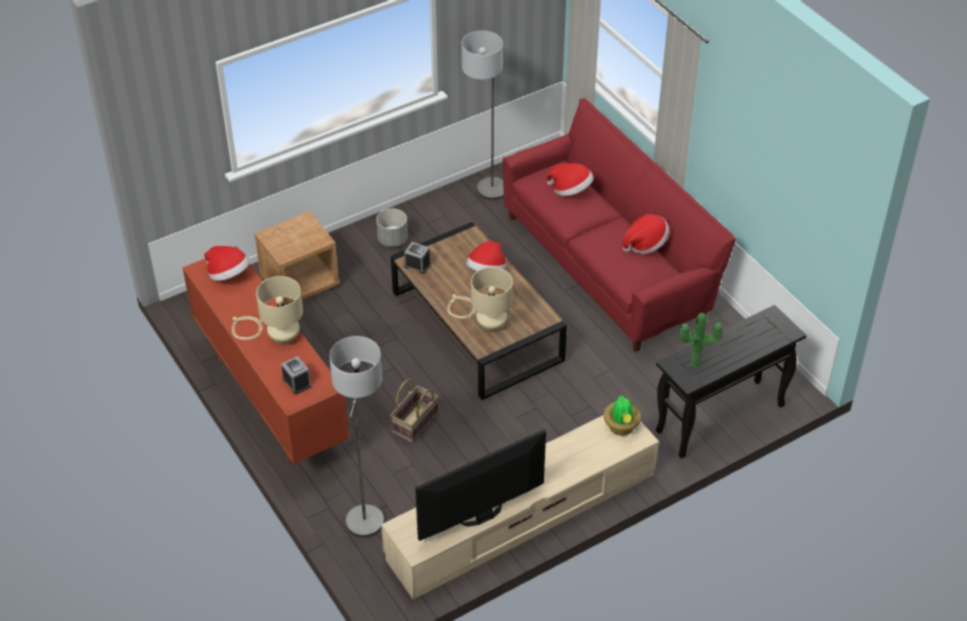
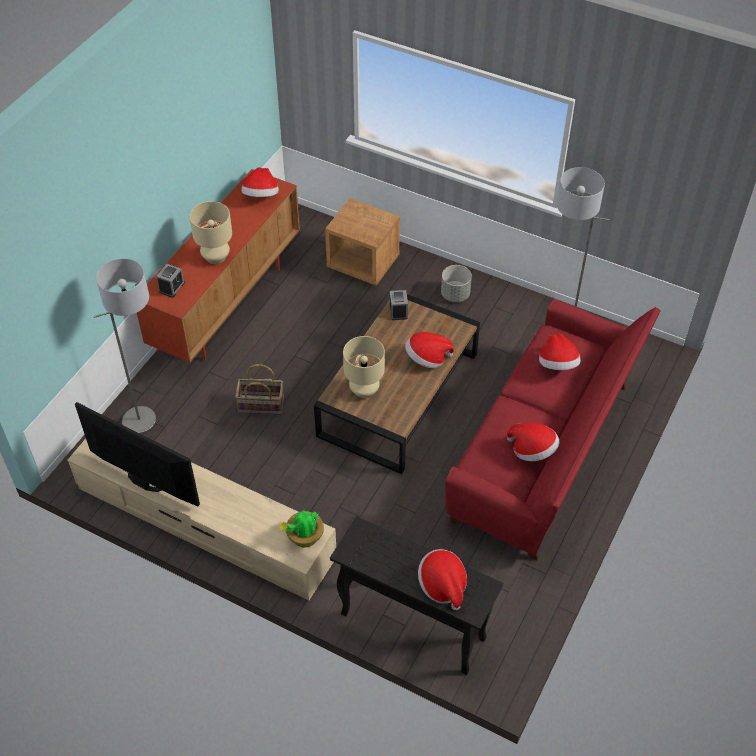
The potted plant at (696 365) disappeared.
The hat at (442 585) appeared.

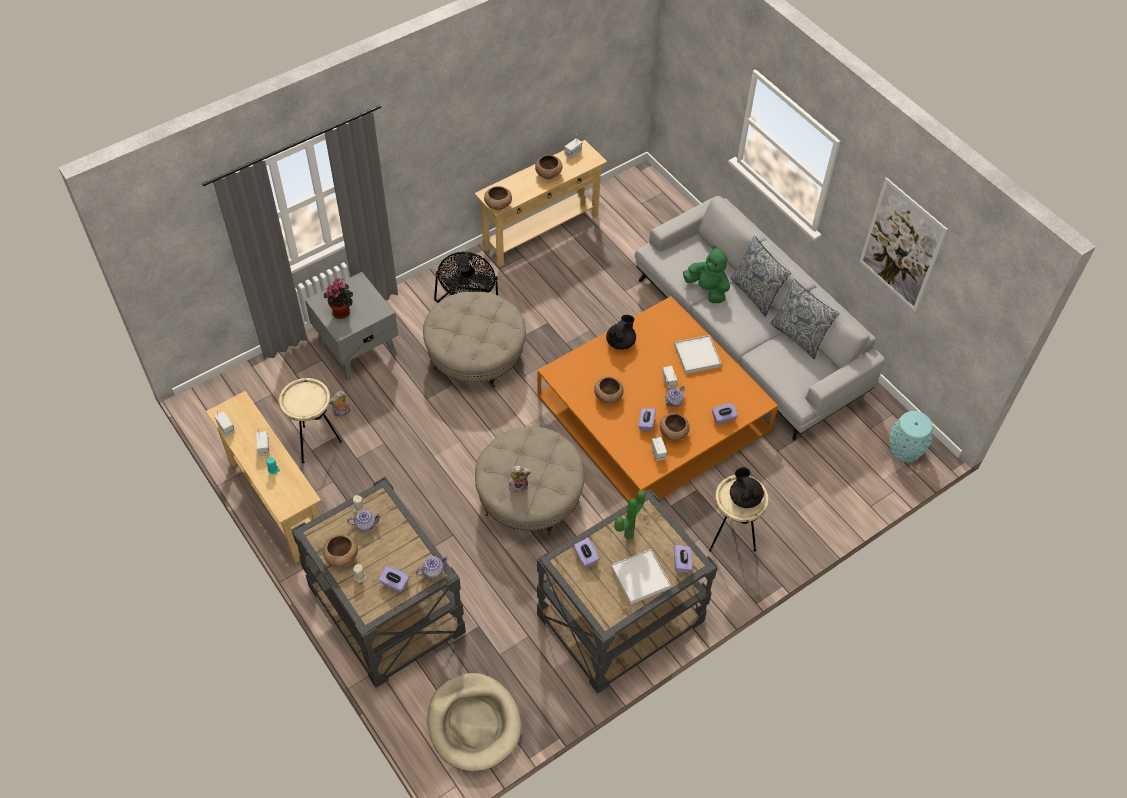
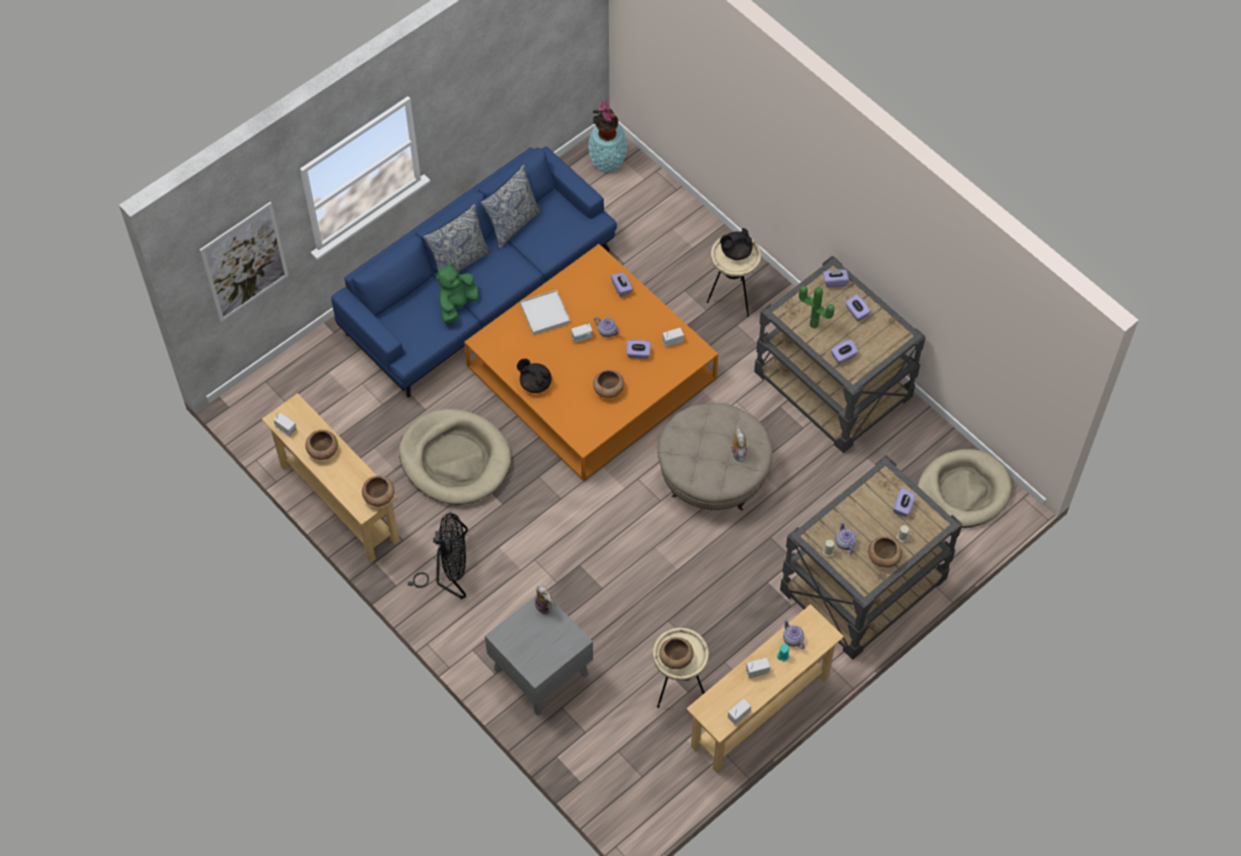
The picture moved from (901 245) to (244 262).
The sofa in grey at (748 336) became the sofa in blue at (479 291).
The potted plant moved from (342 311) to (605 133).
The ottoman in beige at (476 355) disappeared.
The plush toy moved from (341 413) to (545 606).
The bowl in brown moved from (673 432) to (675 658).
The tray in white at (640 578) was replaced by the tissue box in purple at (856 312).
The teapot moved from (432 571) to (793 639).
The dog bed in beige at (455 459) appeared.

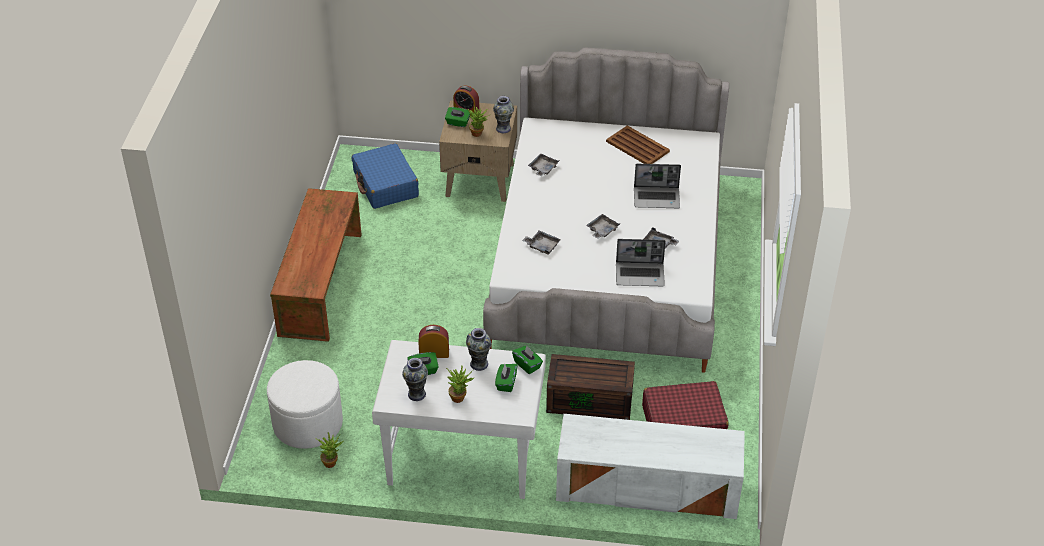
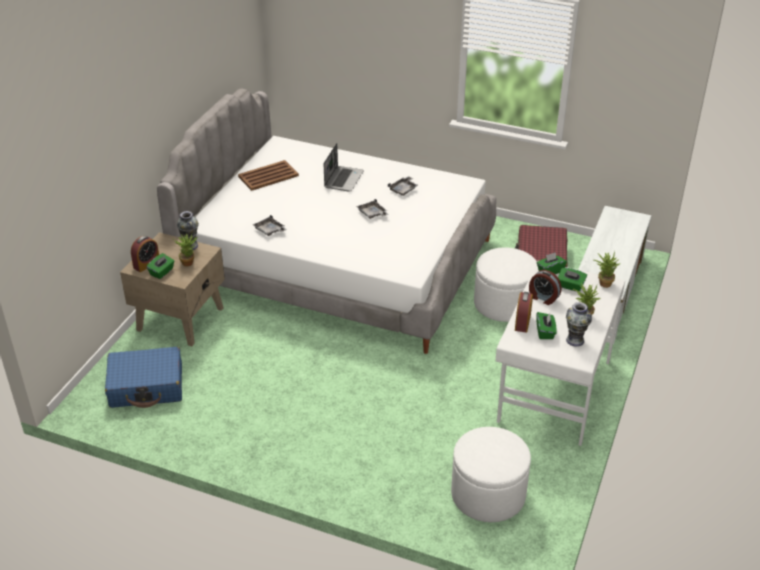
The bench in brown at (319 282) disappeared.
The tray in grey at (542 246) disappeared.
The laptop at (640 275) disappeared.
The vase at (479 364) was replaced by the alarm clock at (543 298).
The storage box in brown at (591 400) was replaced by the ottoman in white at (504 304).
The potted plant moved from (332 461) to (603 282).

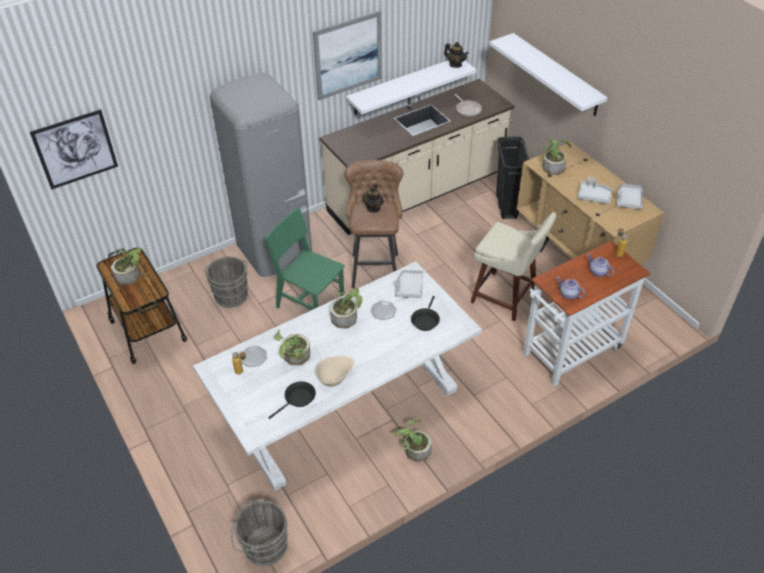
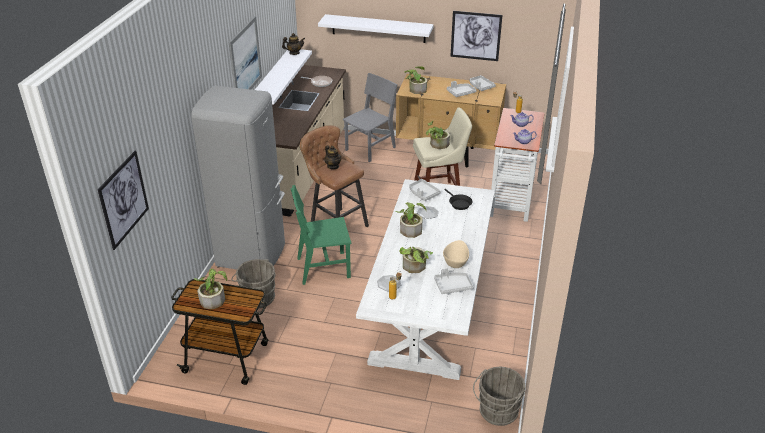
The trash can in black at (506 206) was replaced by the chair in grey at (370 149).
The frying pan in black at (298 399) was replaced by the tray in grey at (453 286).
The potted plant moved from (414 449) to (437 145).
The picture at (475 36) appeared.

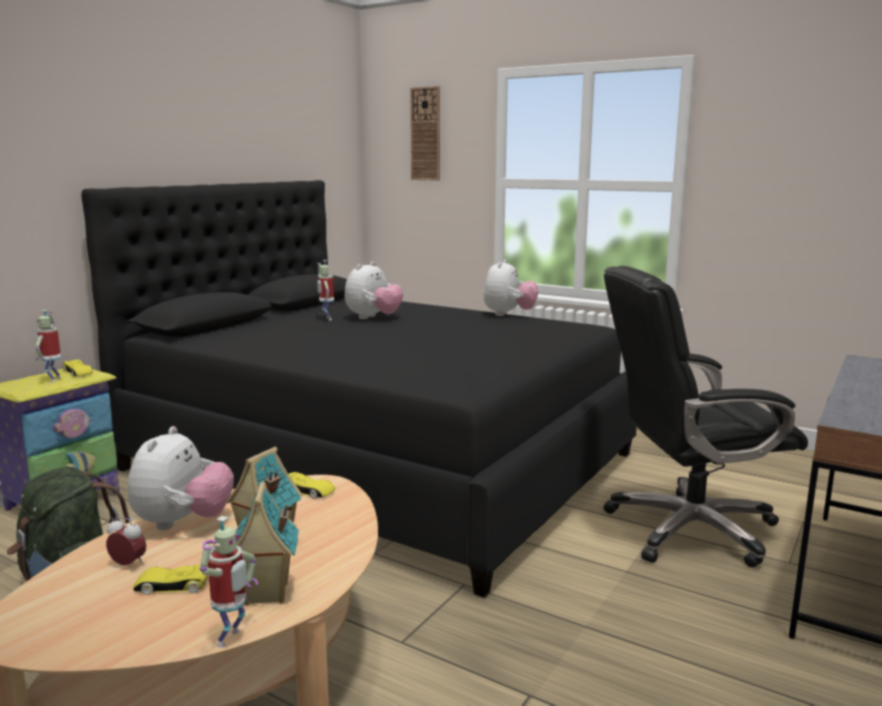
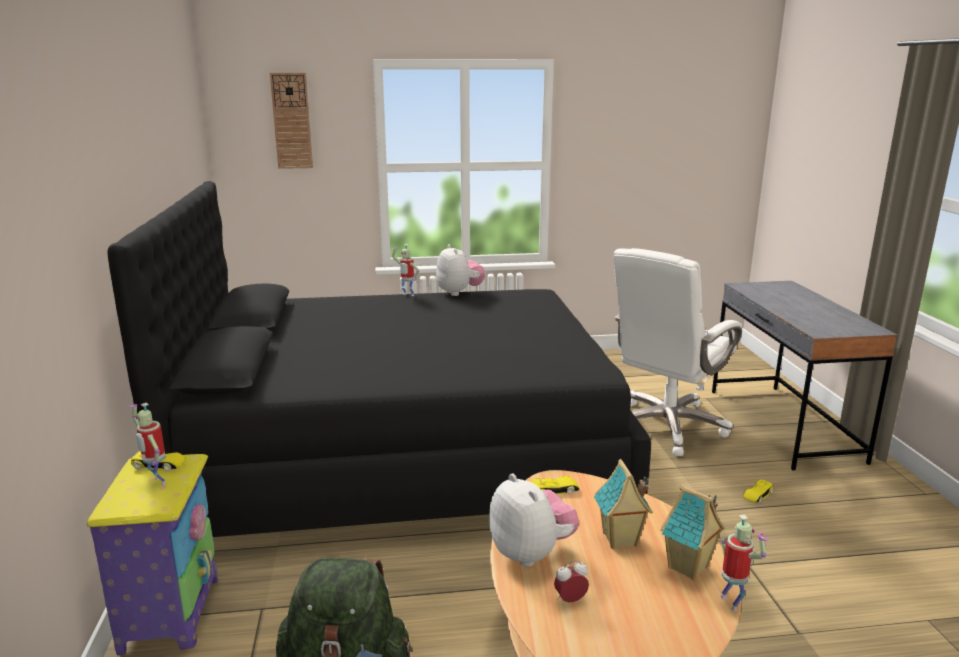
The toy robot moved from (326 319) to (407 295).
The plush toy at (373 318) disappeared.
The office chair in black at (689 529) became the office chair in white at (666 426).
The toy car in yellow moved from (172 585) to (757 494).

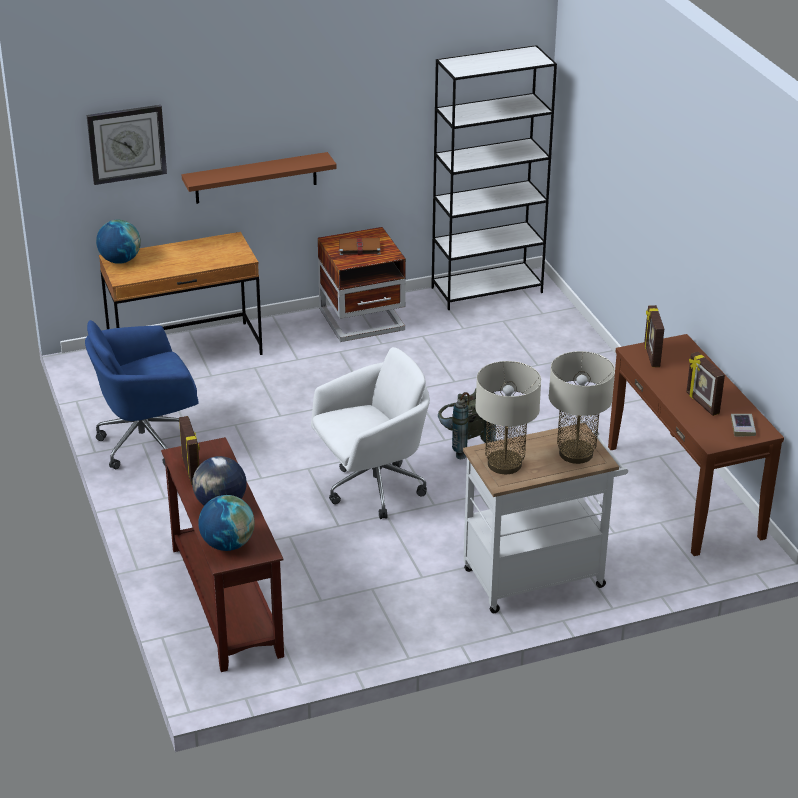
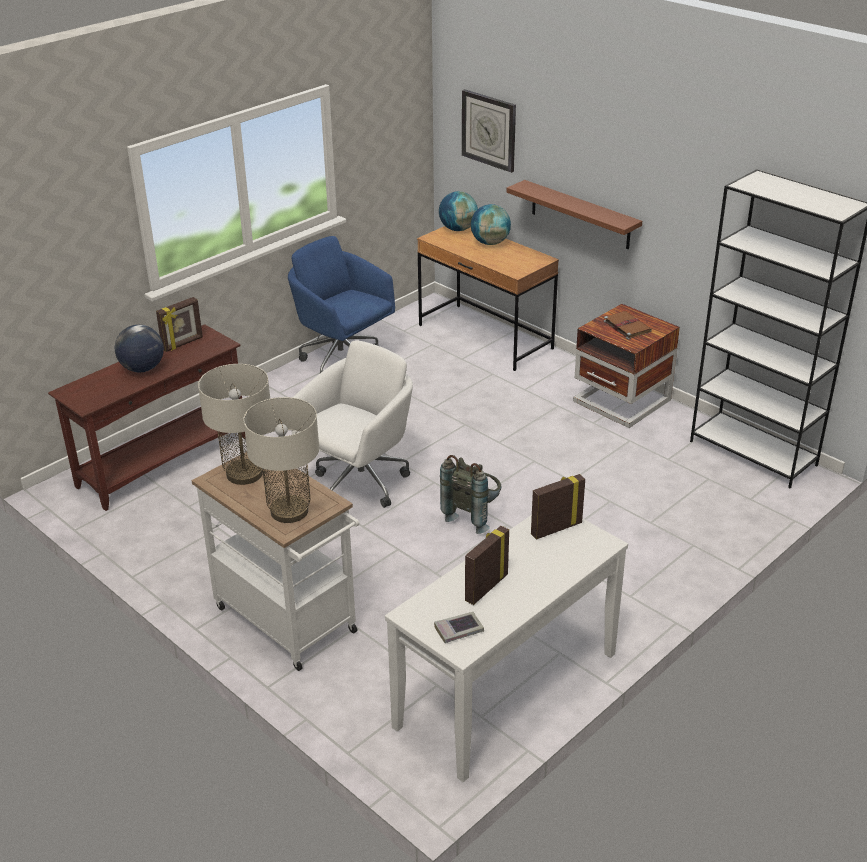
The console table in brown at (685 491) became the console table in white at (507 690).
The office chair in white at (371 491) turned 90 degrees counterclockwise.
The globe moved from (227 544) to (490 243).

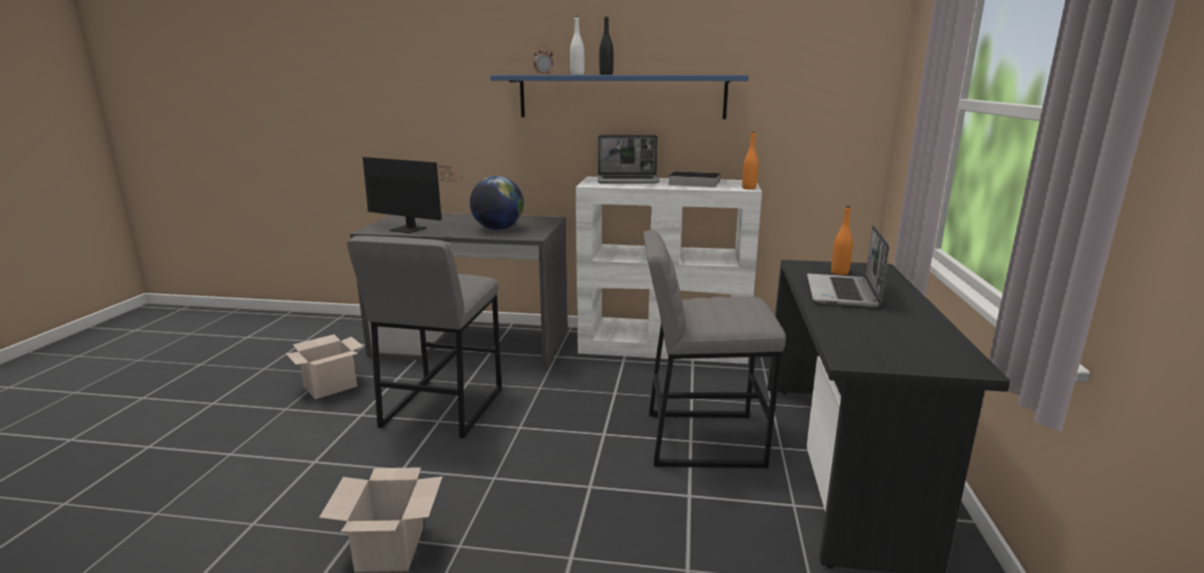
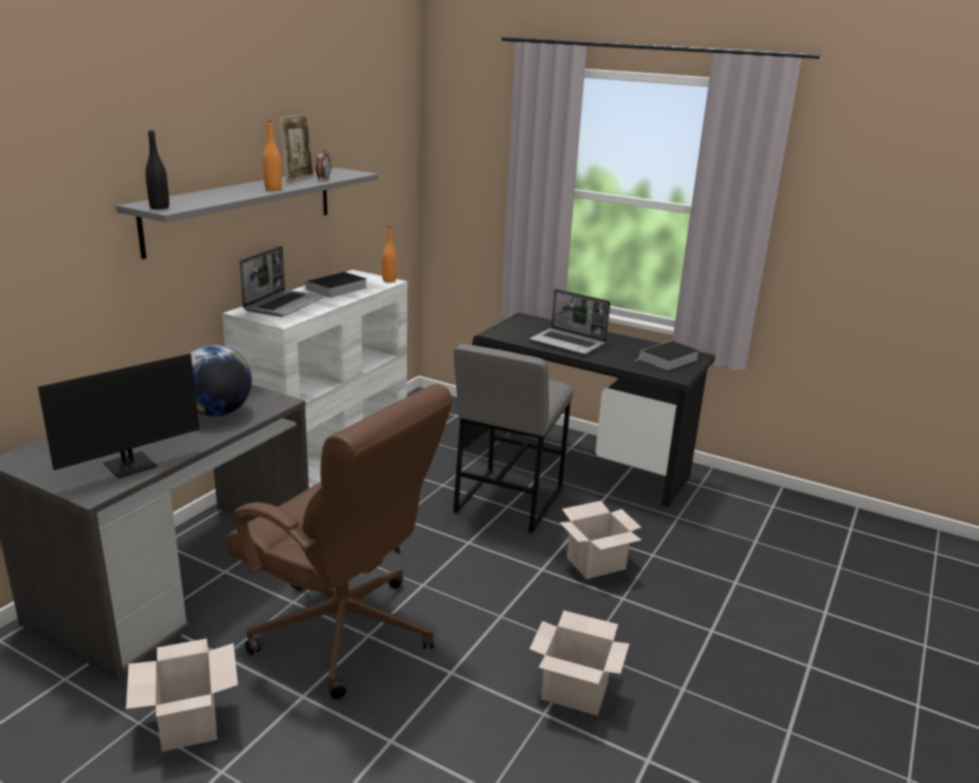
The bottle in white at (577 74) disappeared.
The bottle in black moved from (606 74) to (159 207).
The alarm clock moved from (543 74) to (323 179).
The shelf in blue at (621 96) became the shelf in grey at (243 209).
The bottle in orange moved from (839 273) to (273 189).
The stool in grey at (441 409) was replaced by the office chair in brown at (343 629).
The picture frame at (299 178) appeared.
The book at (668 359) appeared.
The cardboard box at (595 564) appeared.

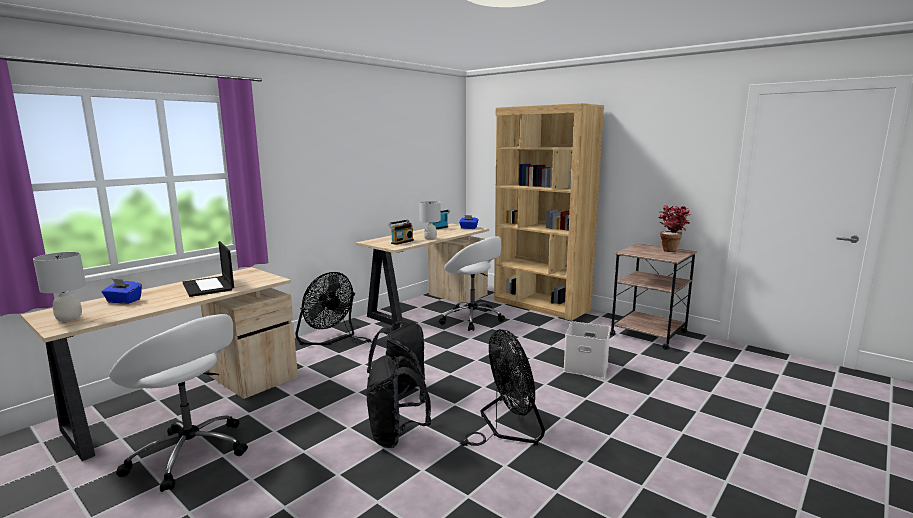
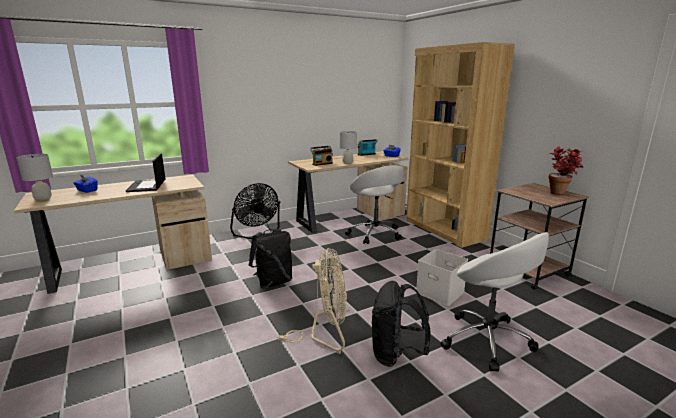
The office chair in white moved from (191 454) to (488 341).
The fan in black at (502 425) became the fan in beige at (324 329).
The backpack in black moved from (396 436) to (396 355).

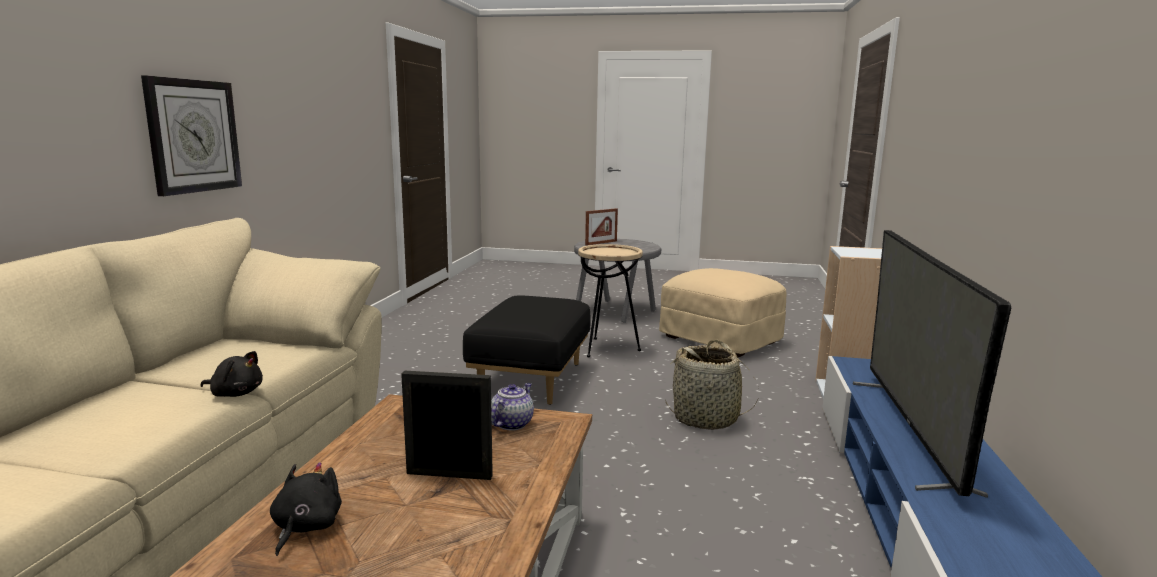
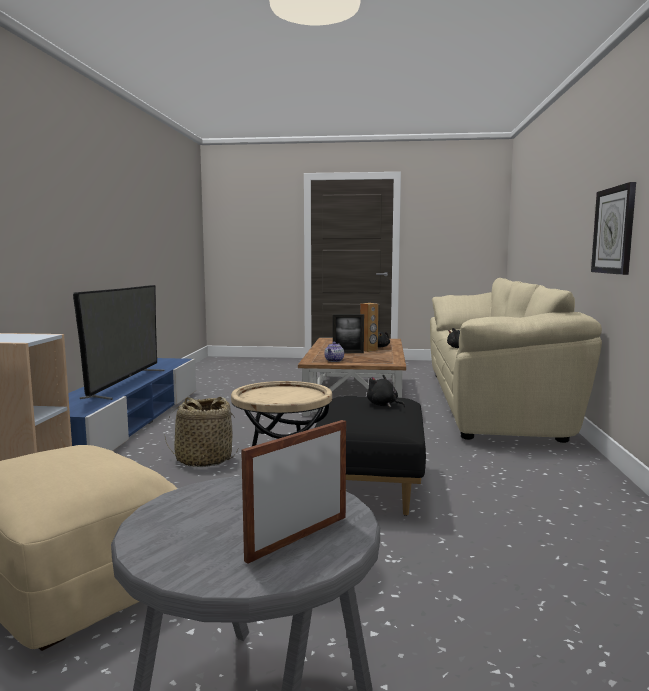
The speaker in brown at (368 350) appeared.
The plush toy in black at (383 405) appeared.

